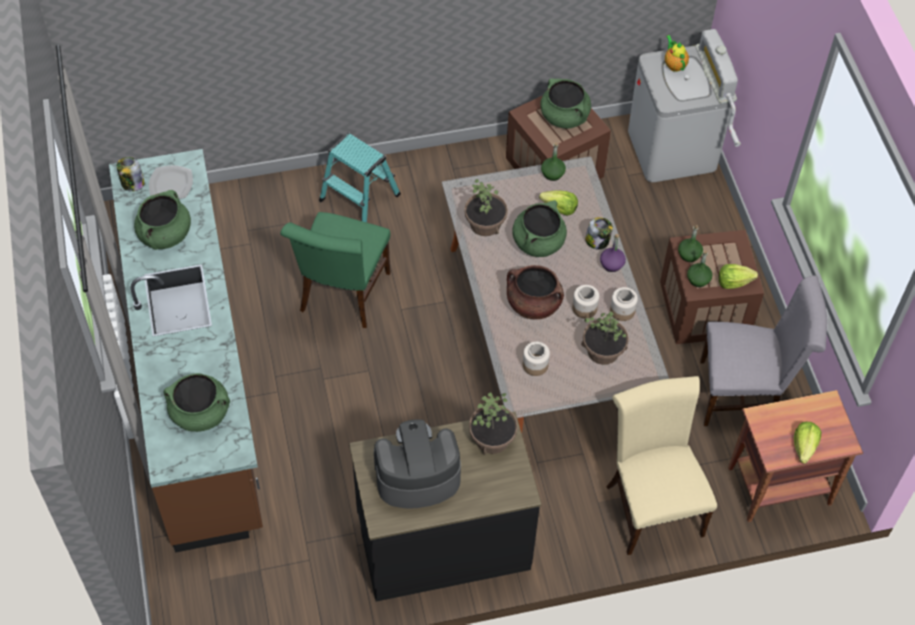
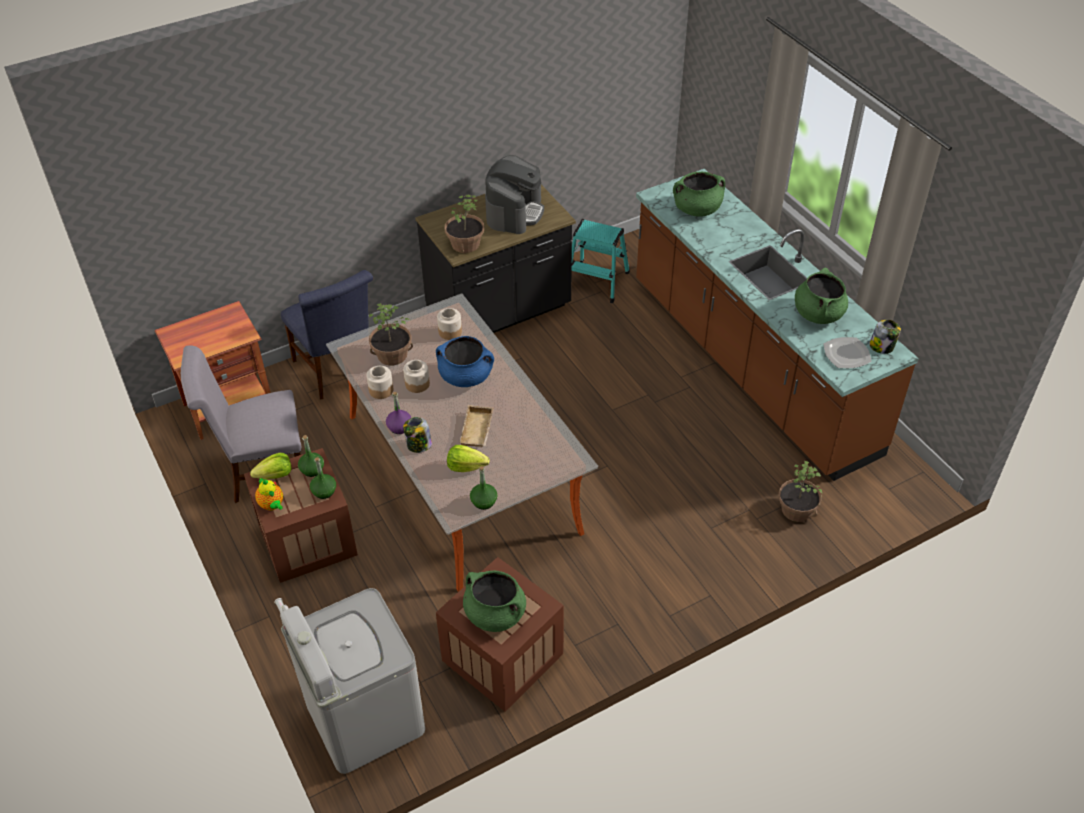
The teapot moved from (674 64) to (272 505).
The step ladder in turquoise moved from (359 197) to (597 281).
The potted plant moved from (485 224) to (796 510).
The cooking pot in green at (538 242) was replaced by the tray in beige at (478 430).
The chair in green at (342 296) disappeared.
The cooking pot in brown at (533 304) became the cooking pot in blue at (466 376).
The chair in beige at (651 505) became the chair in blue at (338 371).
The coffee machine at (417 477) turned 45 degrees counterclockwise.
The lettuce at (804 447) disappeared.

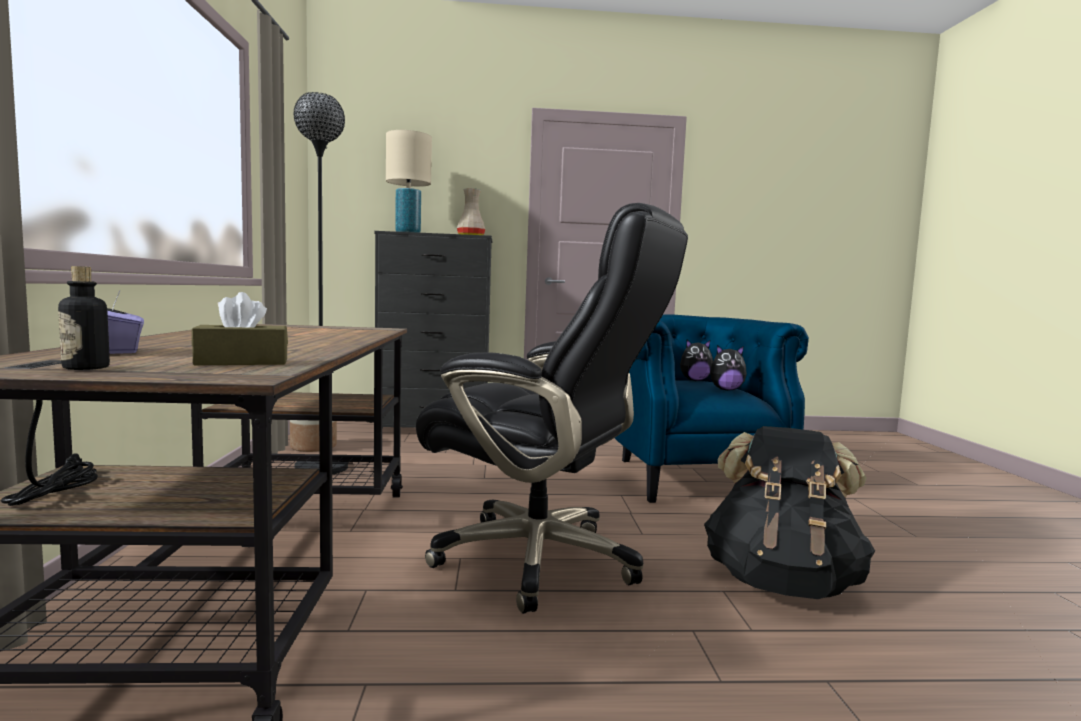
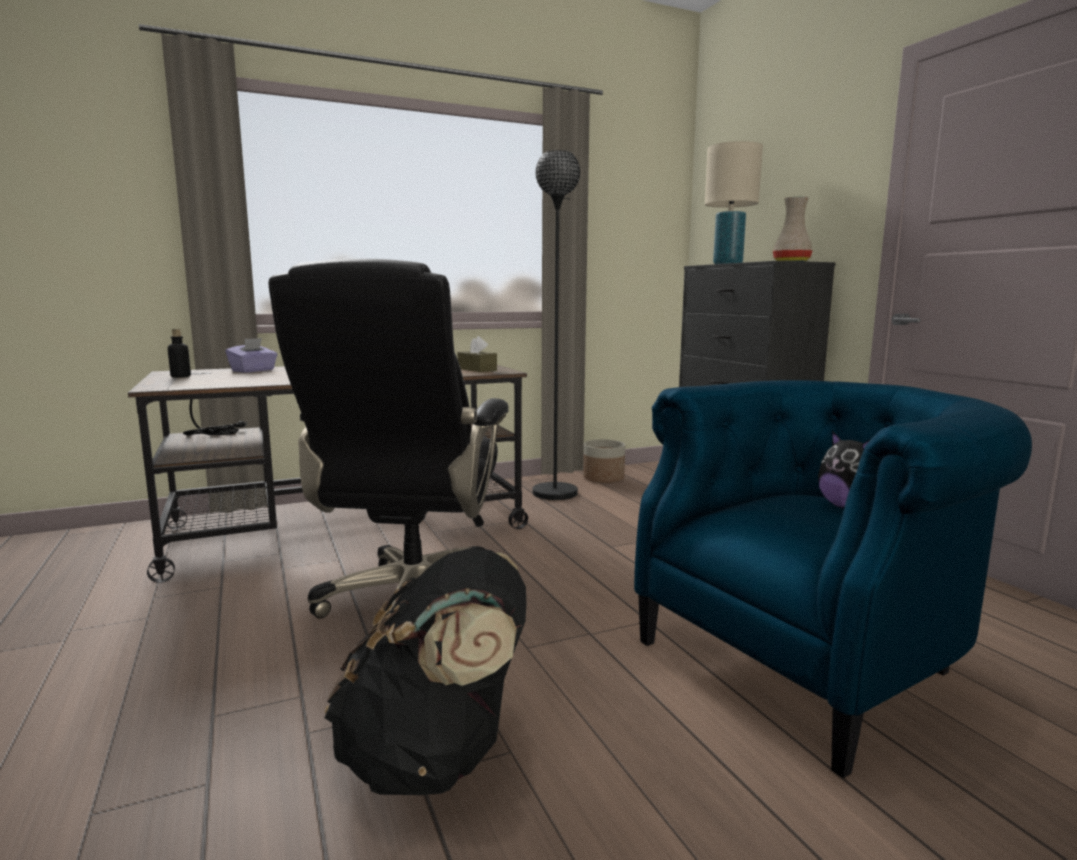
The tissue box in brown moved from (242 362) to (477 369).
The plush toy at (726 390) disappeared.

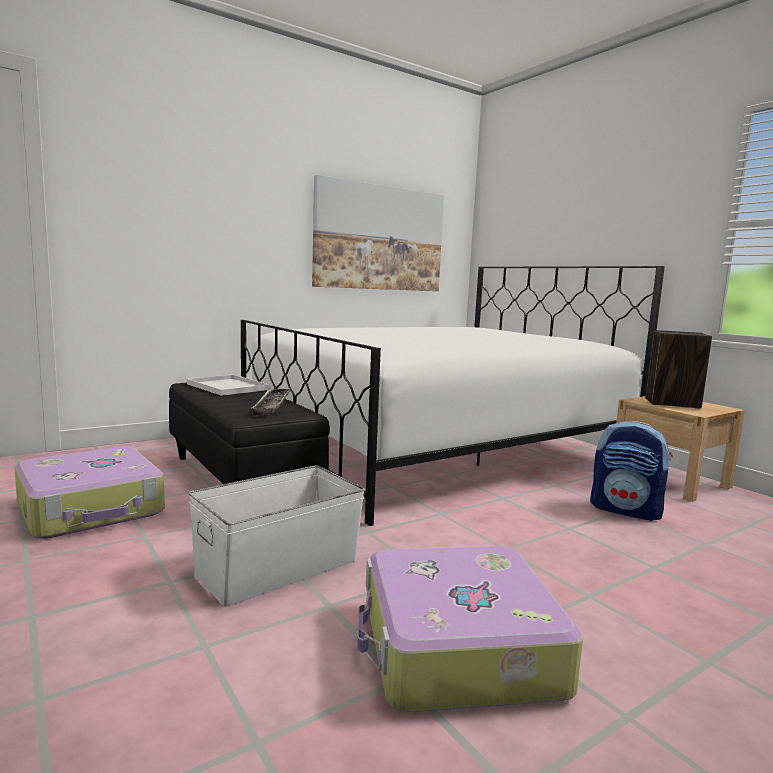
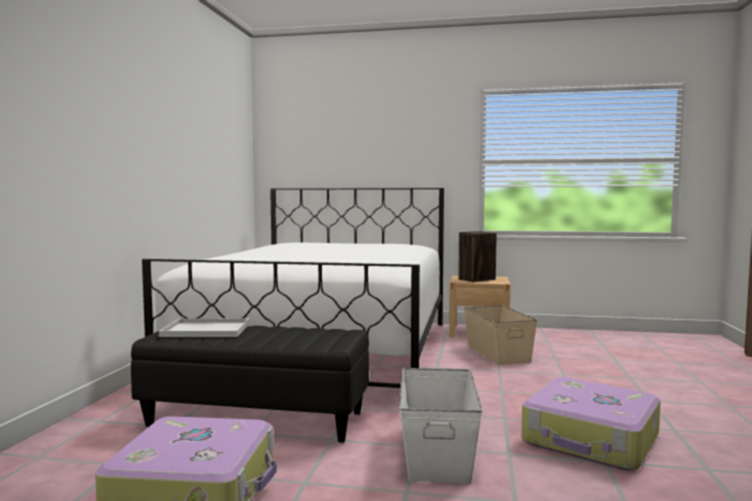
The picture at (379 238) disappeared.
The tray at (272 405) disappeared.
The backpack at (626 510) was replaced by the storage box in beige at (498 353).

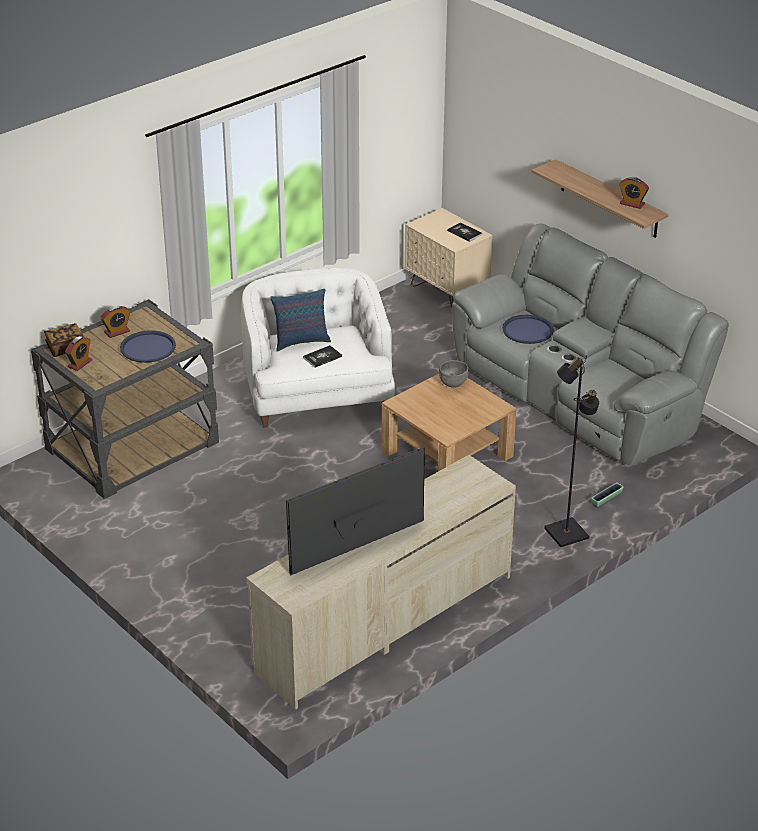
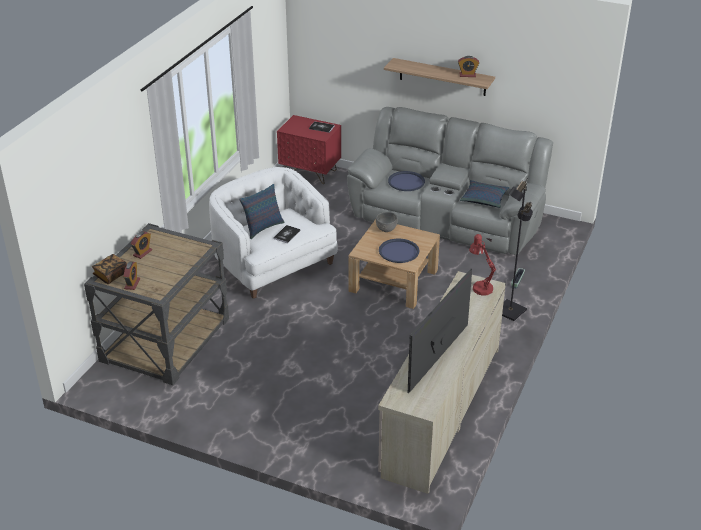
The nightstand in beige at (447 291) became the nightstand in red at (310 173).
The tray in blue moved from (148 348) to (399 251).
The pillow in blue at (484 199) appeared.
The table lamp in red at (480 286) appeared.

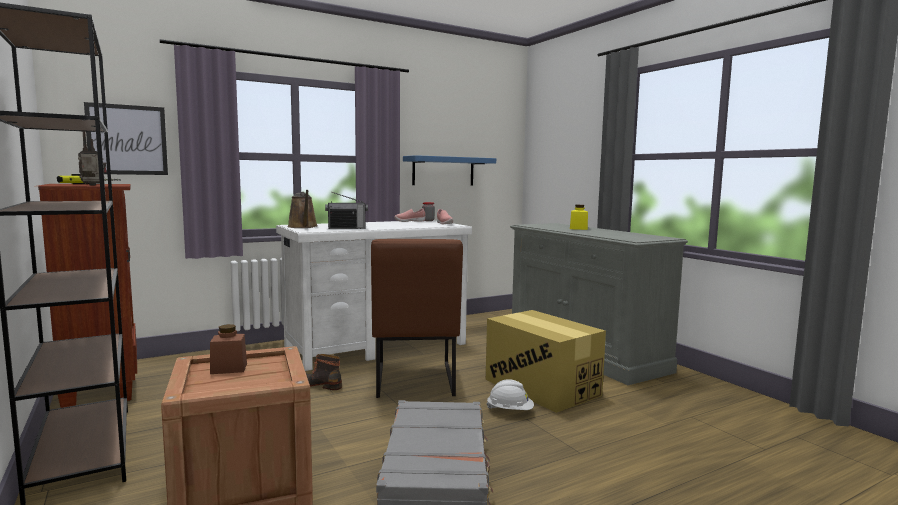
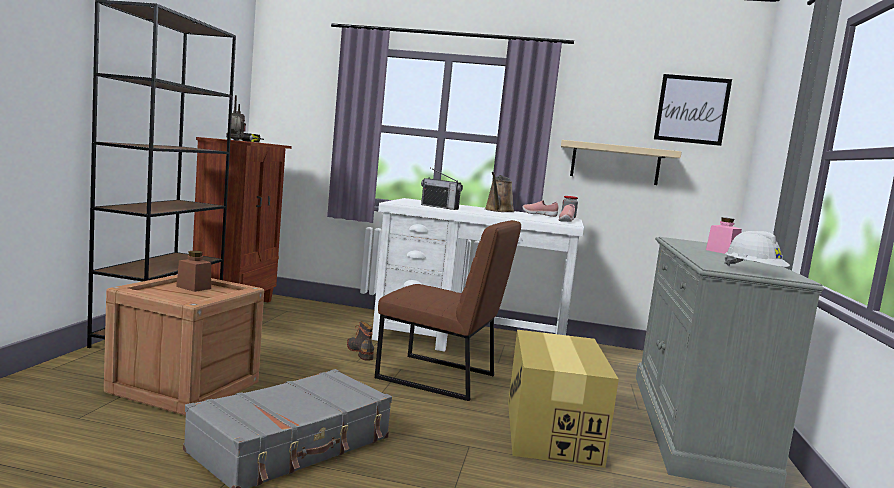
The picture moved from (127 140) to (692 109).
The shelf in blue at (443 171) became the shelf in beige at (615 163).
The watering can in brown moved from (303 227) to (498 211).
The jar in yellow at (578 228) became the jar in pink at (722 252).
The chair in brown at (414 380) turned 105 degrees counterclockwise.
The hard hat in white moved from (510 411) to (753 271).

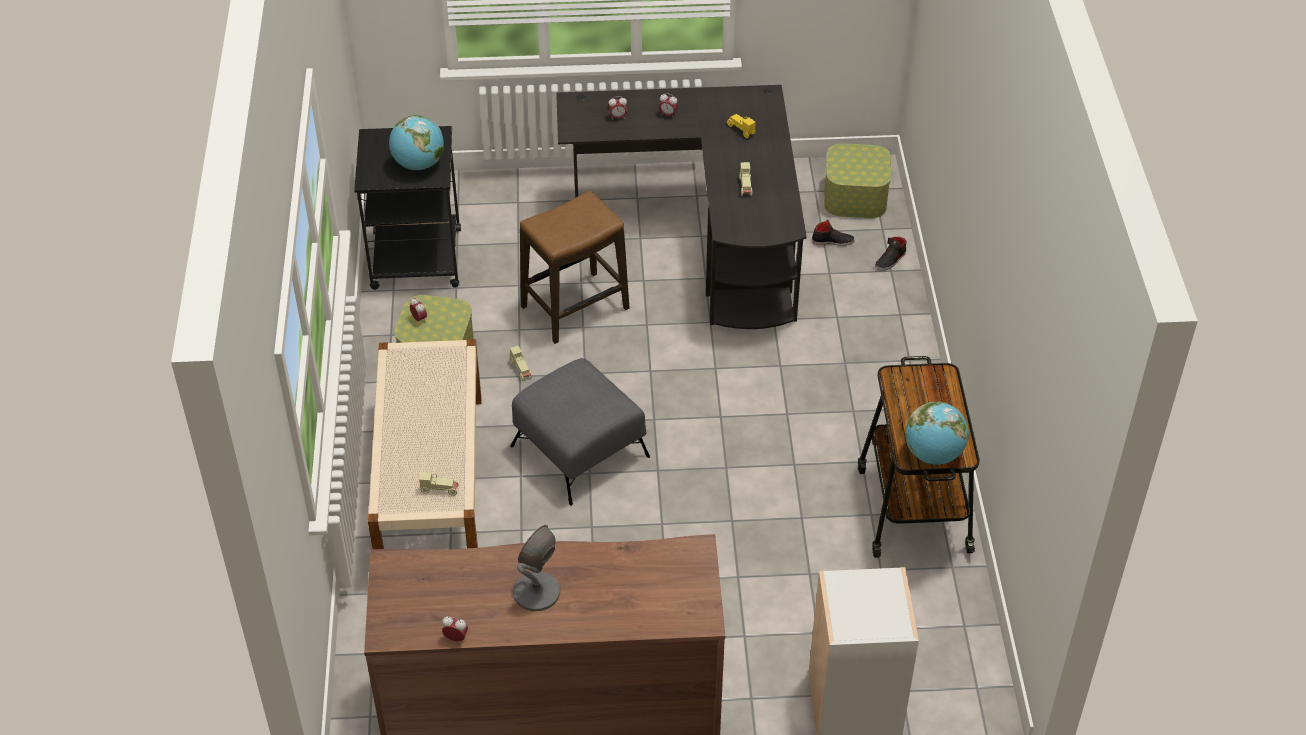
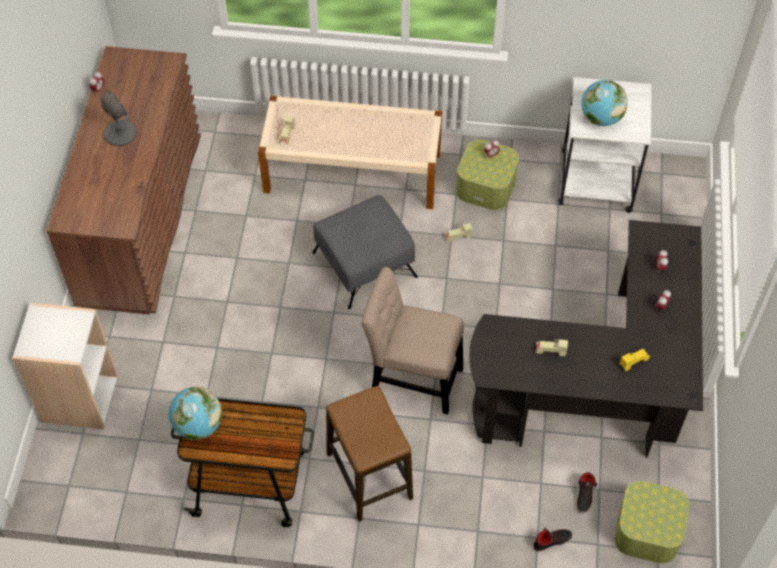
The cart in black at (416 257) became the cart in white at (597 181).
The stool moved from (575 308) to (369 476).
The shoe in black at (890 260) turned 105 degrees clockwise.
The chair in beige at (412 378) appeared.

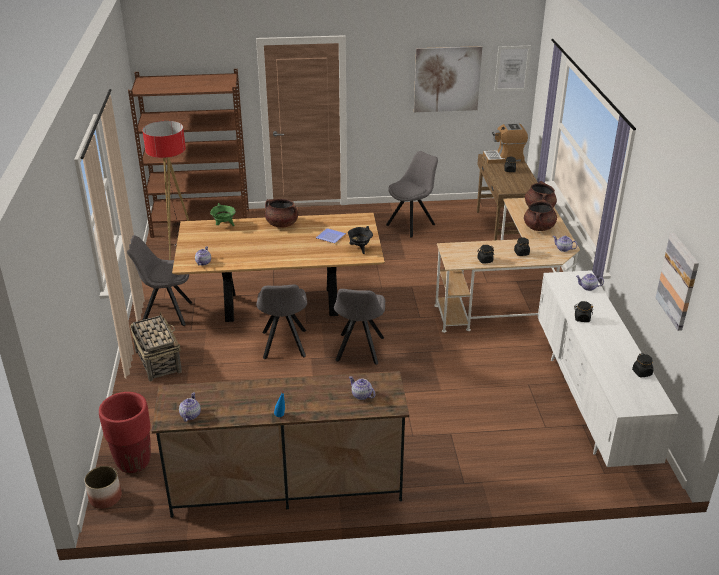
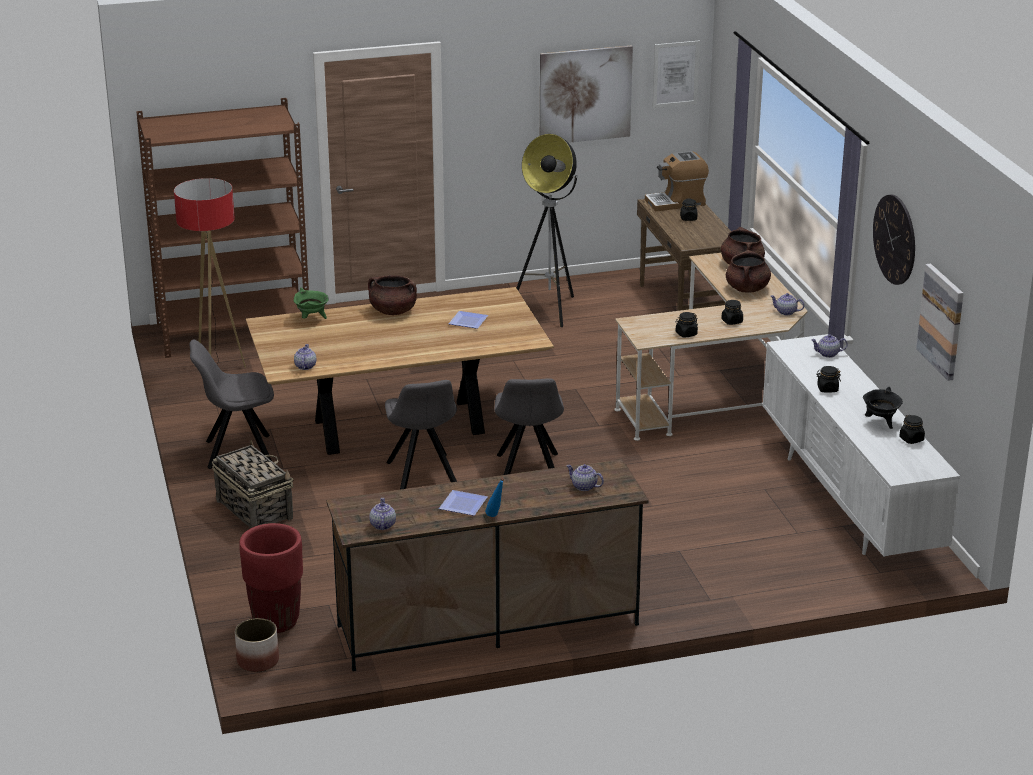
The chair in grey at (411 225) was replaced by the floor lamp at (549 310).
The cooking pot in black moved from (360 249) to (881 422).
The wall clock at (894 239) appeared.
The plate at (465 504) appeared.

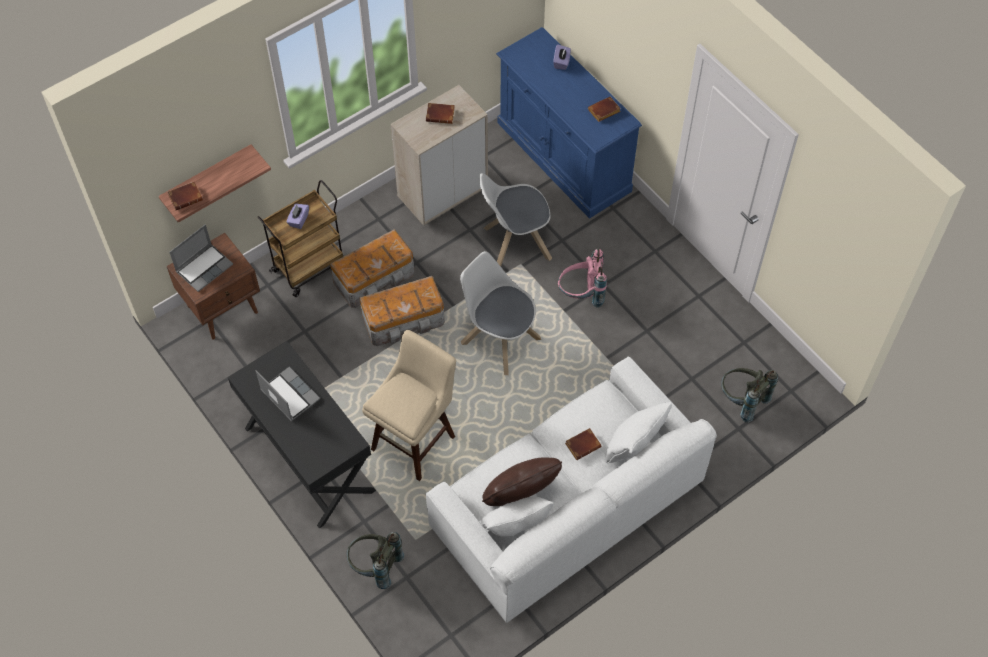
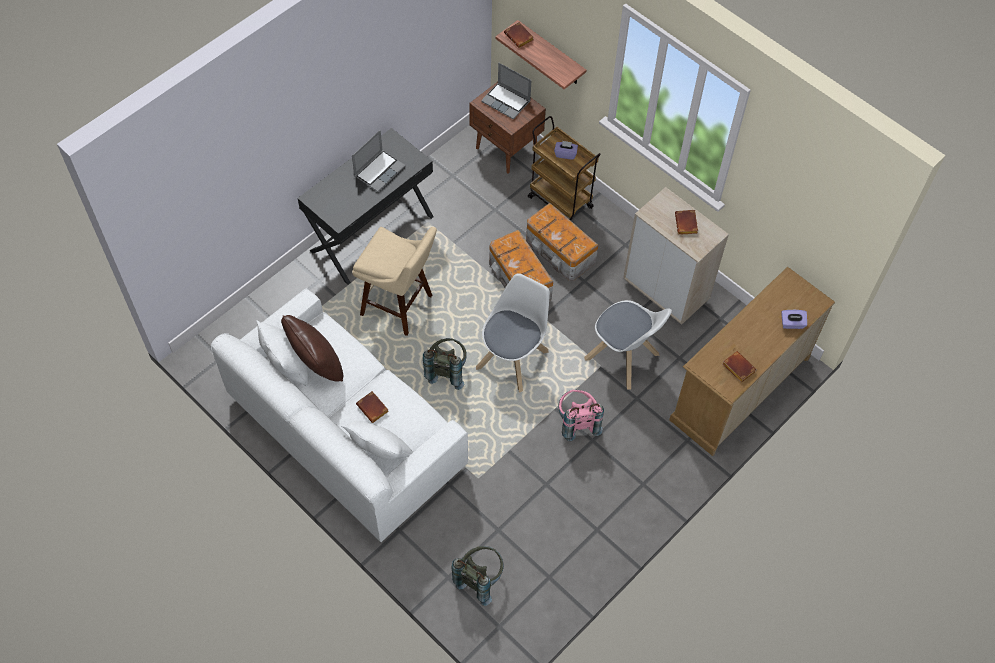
The cabinet in blue at (563 157) became the cabinet in brown at (738 389).
The chair at (514 243) turned 150 degrees clockwise.
The backpack in grey moved from (375 567) to (447 370).

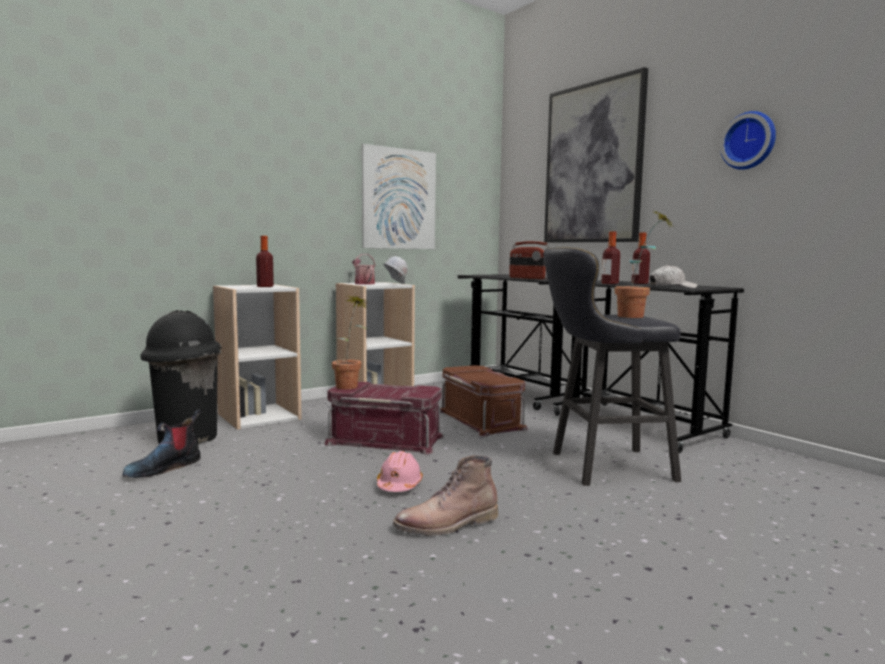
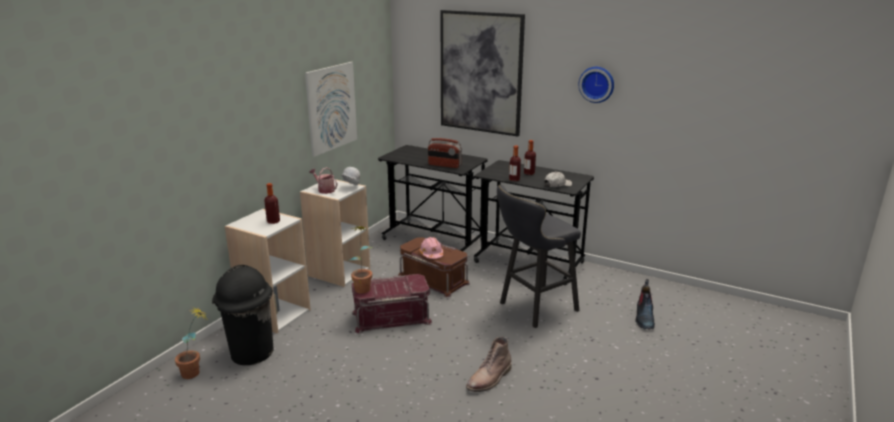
The potted plant moved from (639 316) to (196 372).
The boot moved from (164 468) to (644 318).
The hard hat in pink moved from (399 485) to (431 254).

